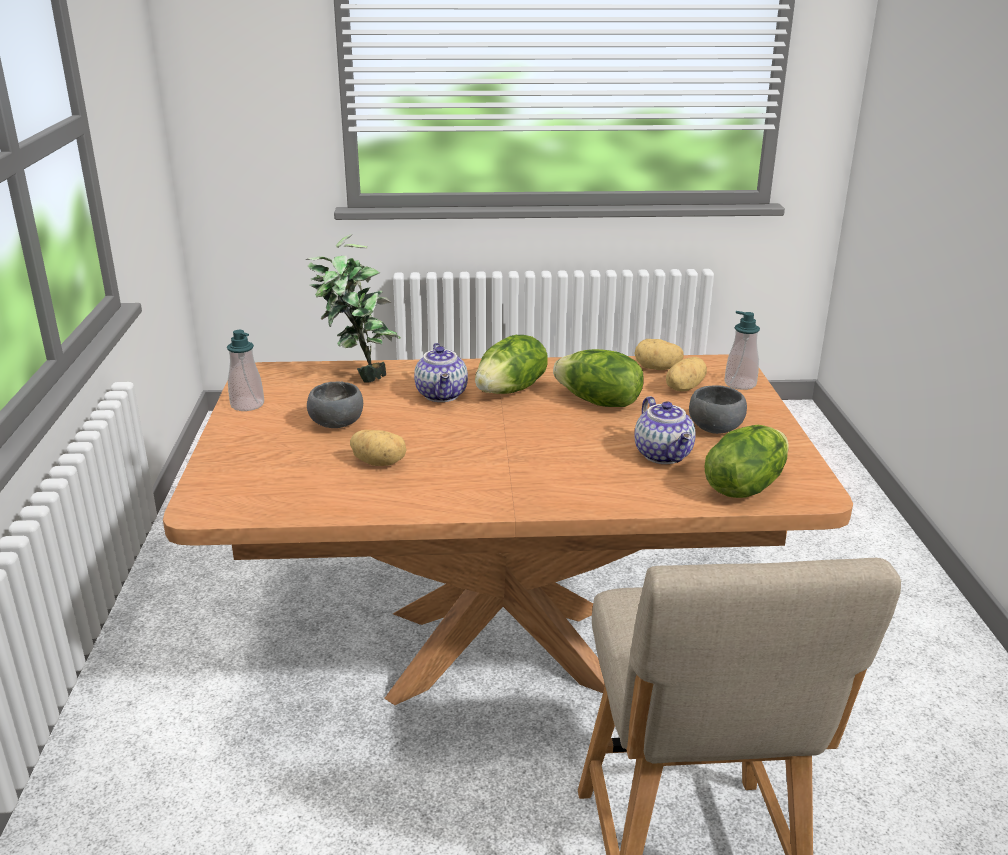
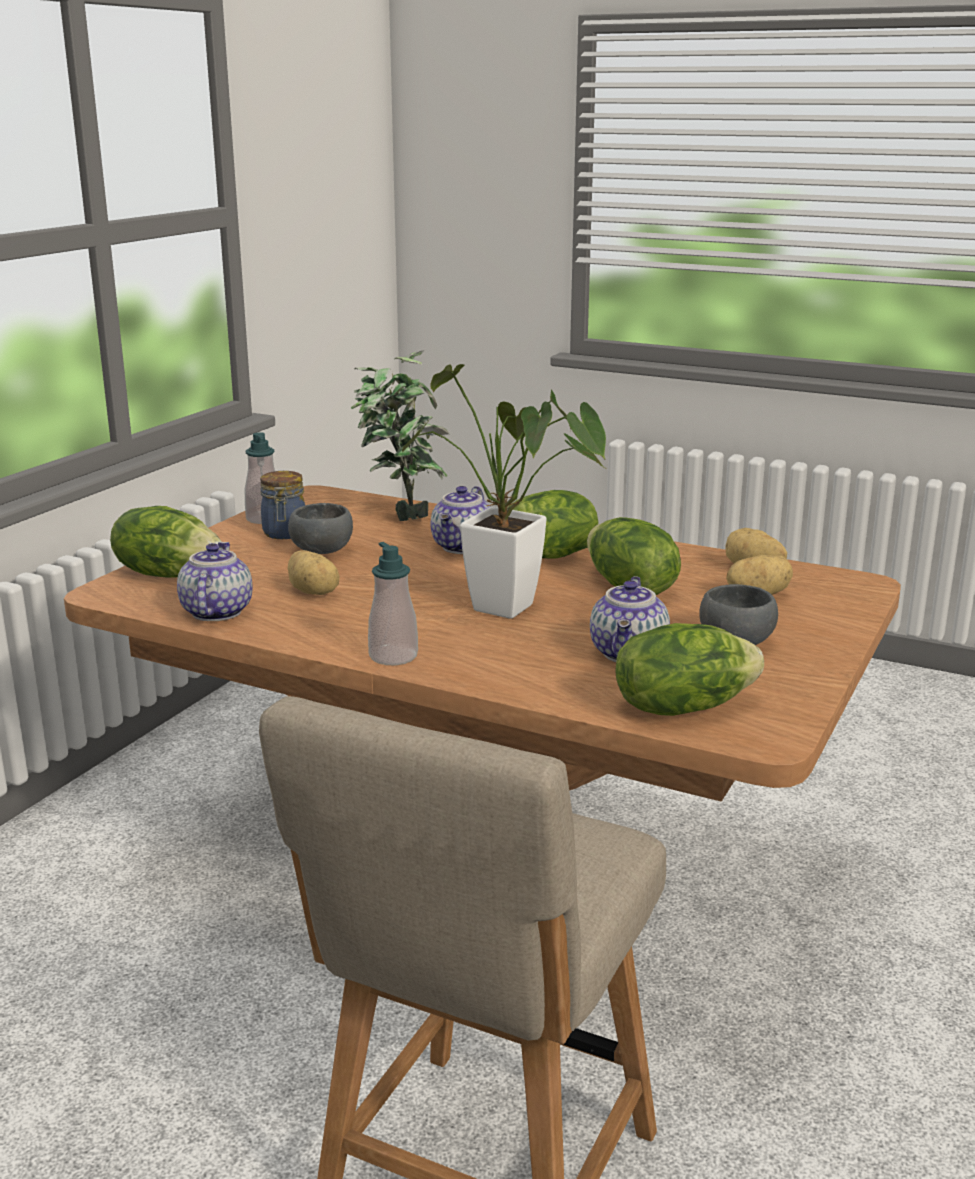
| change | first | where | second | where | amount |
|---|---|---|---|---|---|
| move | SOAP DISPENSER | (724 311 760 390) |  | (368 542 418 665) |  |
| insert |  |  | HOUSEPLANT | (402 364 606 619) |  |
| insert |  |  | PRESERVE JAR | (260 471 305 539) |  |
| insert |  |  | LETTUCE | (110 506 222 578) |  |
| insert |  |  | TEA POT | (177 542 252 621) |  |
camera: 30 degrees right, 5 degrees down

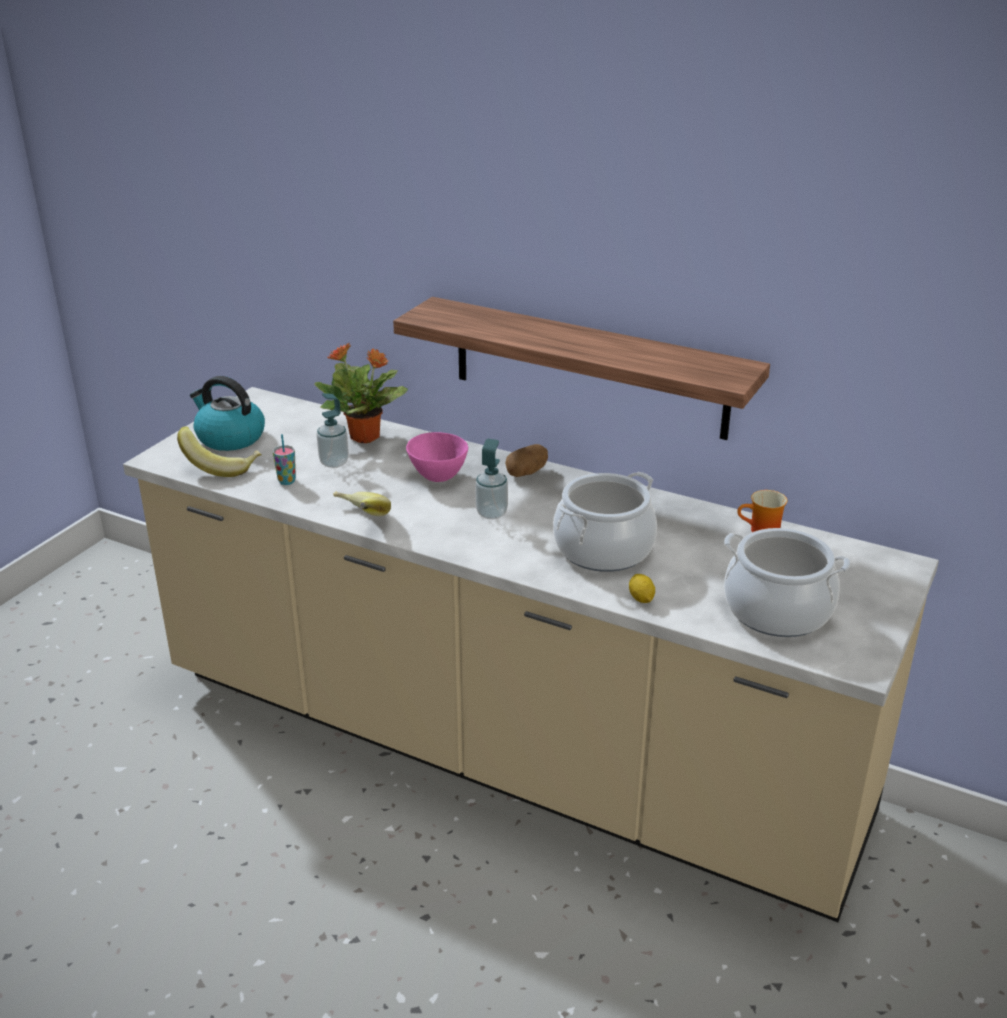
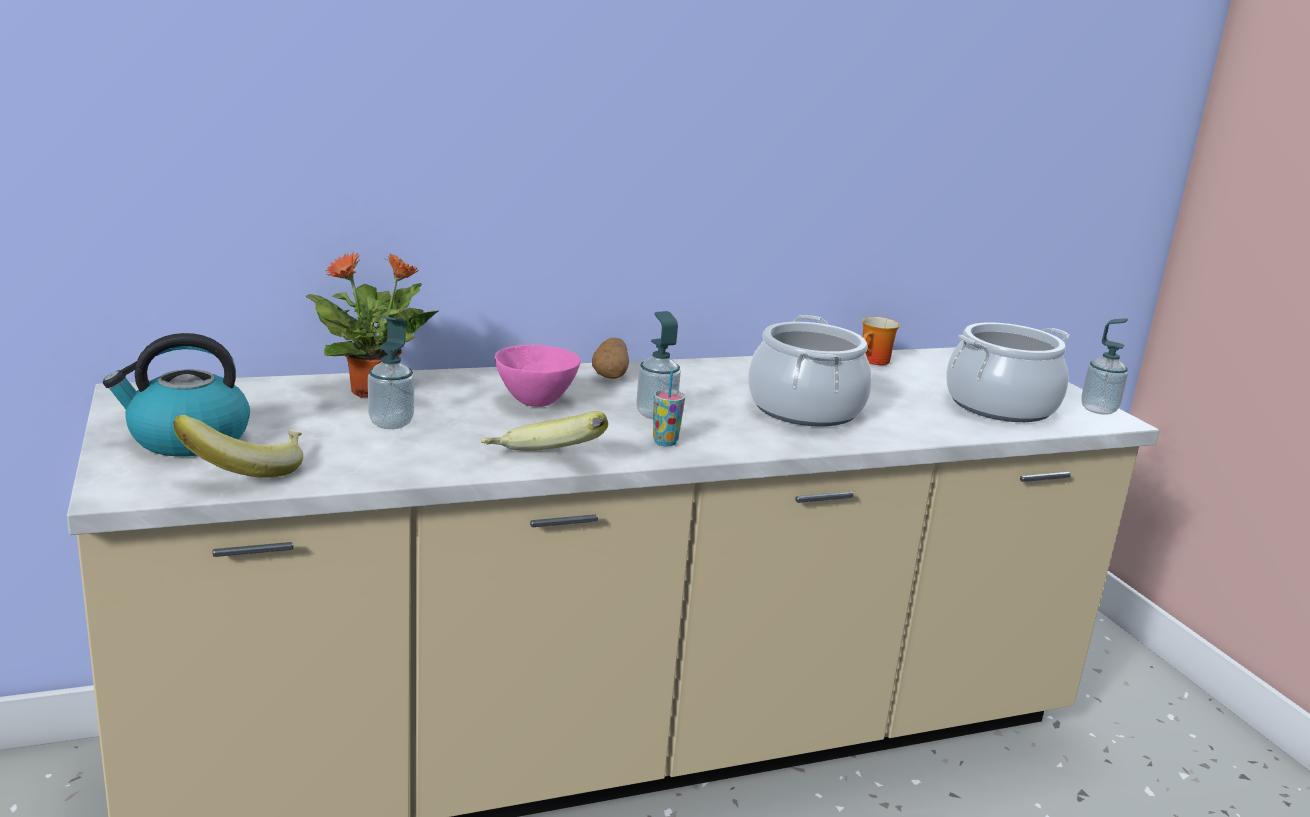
| change | first | where | second | where | amount |
|---|---|---|---|---|---|
| delete | SHELF | (393 297 770 440) |  |  |  |
| move | SMALL CUP | (273 434 296 485) |  | (653 371 685 447) |  |
| delete | CITRUS FRUIT | (629 574 655 603) |  |  |  |
| insert |  |  | SOAP DISPENSER | (1082 318 1128 415) |  |
camera: 50 degrees left, 10 degrees down

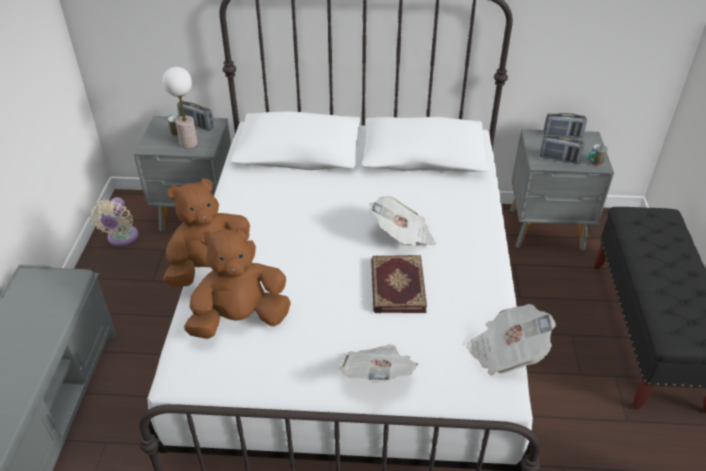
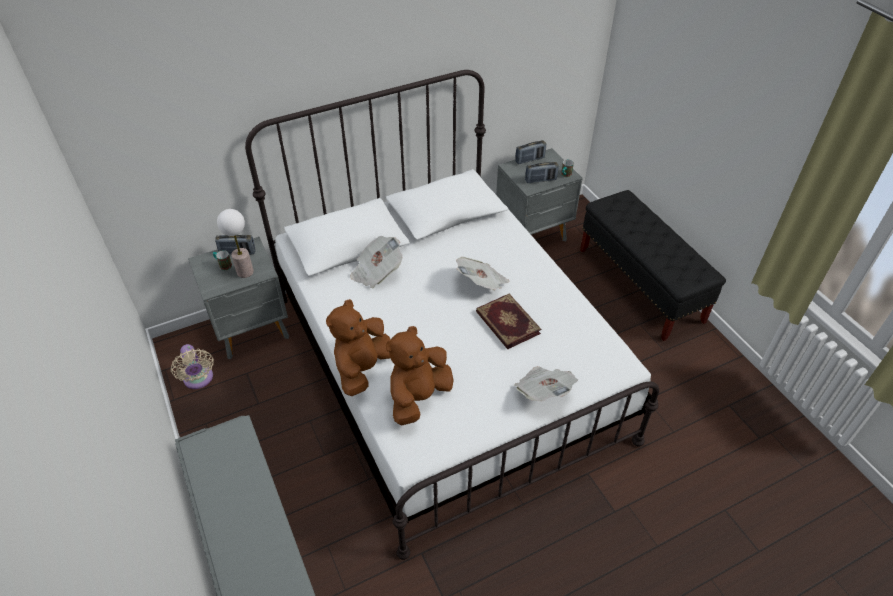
| change | first | where | second | where | amount |
|---|---|---|---|---|---|
| move | NEWSPAPER | (466 304 556 376) |  | (350 236 402 288) |  |
camera: 30 degrees left, 5 degrees up

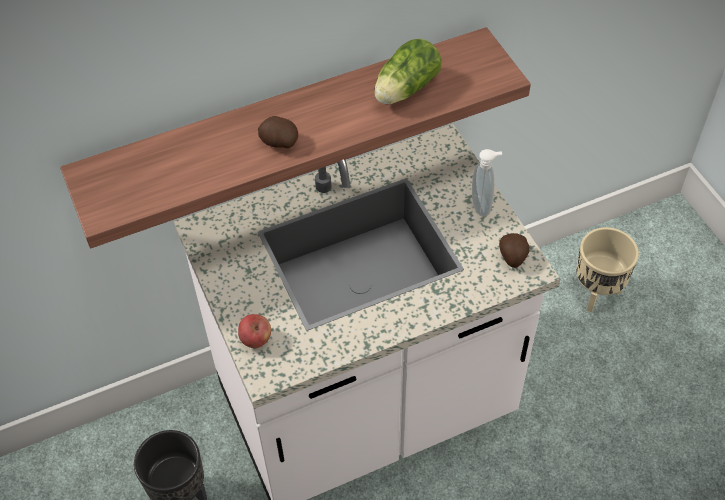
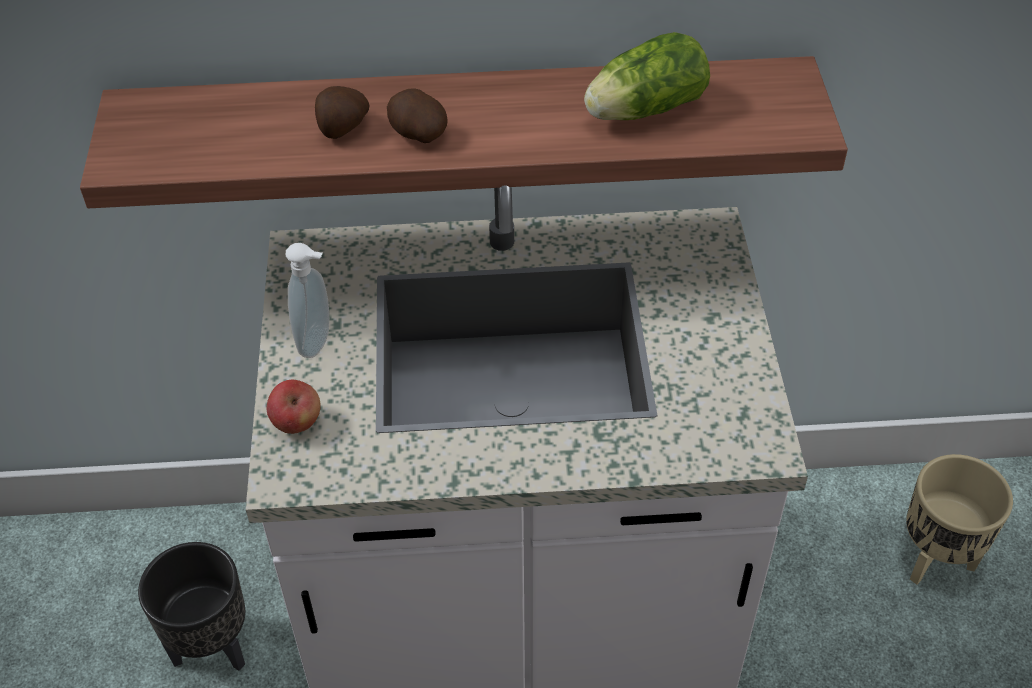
| change | first | where | second | where | amount |
|---|---|---|---|---|---|
| move | SOAP DISPENSER | (472 149 502 217) |  | (286 243 329 358) |  |
| move | WHOLE POTATO | (499 233 529 268) |  | (315 86 369 139) |  |
camera: 20 degrees right, 5 degrees down

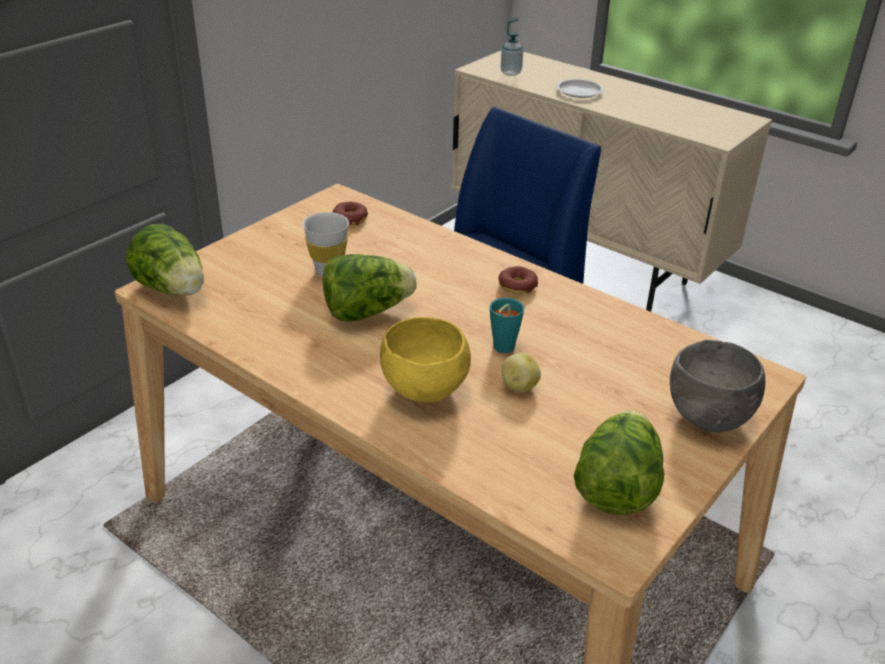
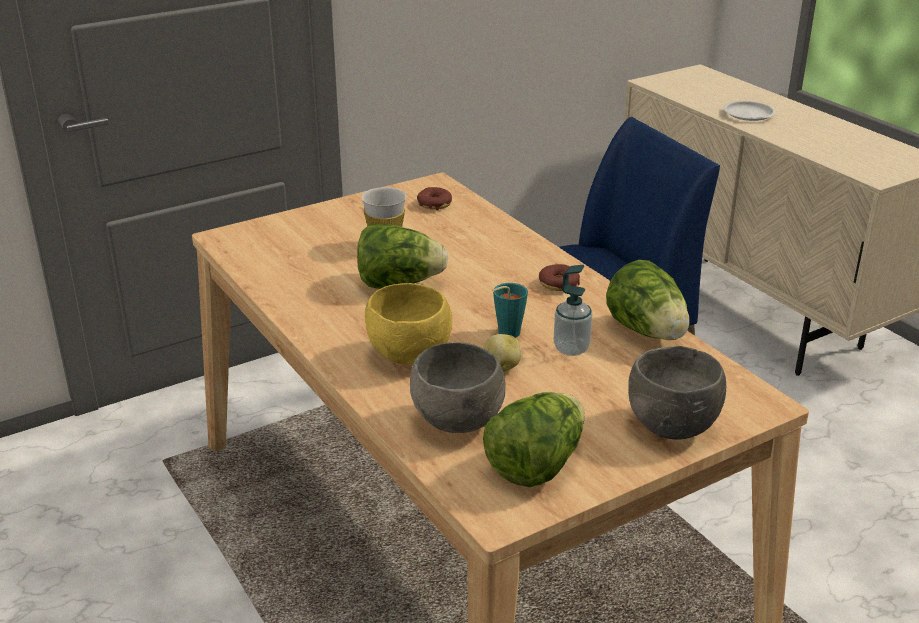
| change | first | where | second | where | amount |
|---|---|---|---|---|---|
| move | SOAP DISPENSER | (501 17 524 76) |  | (554 265 592 356) |  |
| move | LETTUCE | (126 224 204 296) |  | (606 260 690 340) |  |
| insert |  |  | GREY SERVING BOWL | (410 342 506 433) |  |
camera: 20 degrees right, 5 degrees down

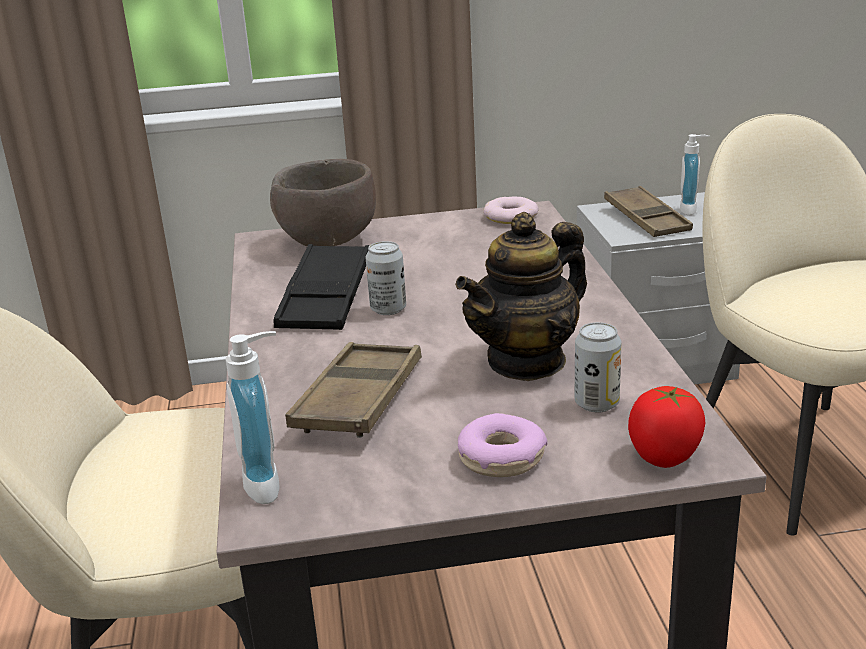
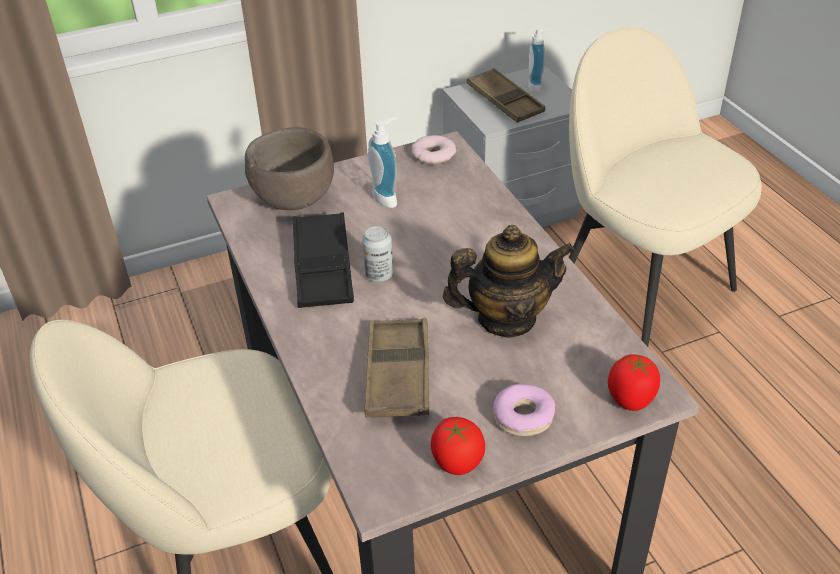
| change | first | where | second | where | amount |
|---|---|---|---|---|---|
| rotate | TEA POT | (455 212 587 381) |  | (443 225 575 338) | 135 degrees counterclockwise |
| delete | SEALED CAN | (575 322 621 413) |  |  |  |
| move | SOAP DISPENSER | (226 331 280 504) |  | (368 117 397 208) |  |
| insert |  |  | FRESH TOMATO | (431 417 485 475) |  |
camera: 15 degrees left, 15 degrees up

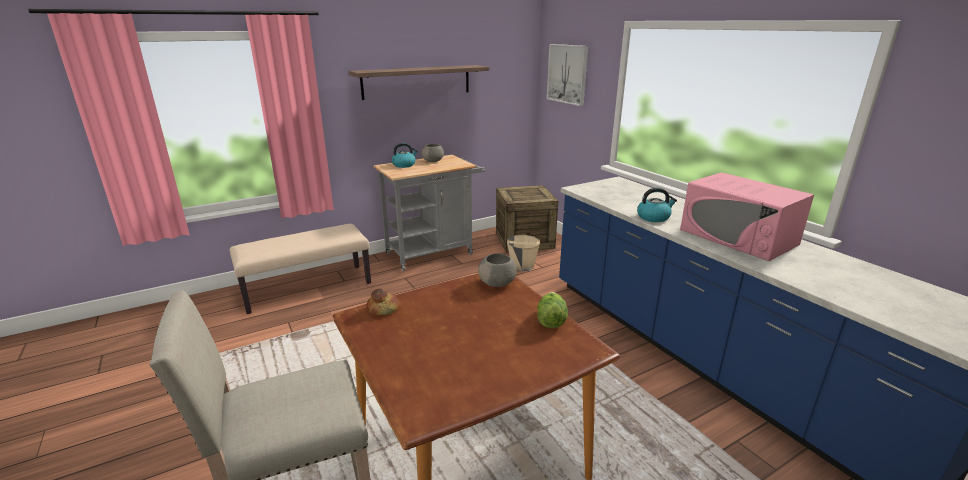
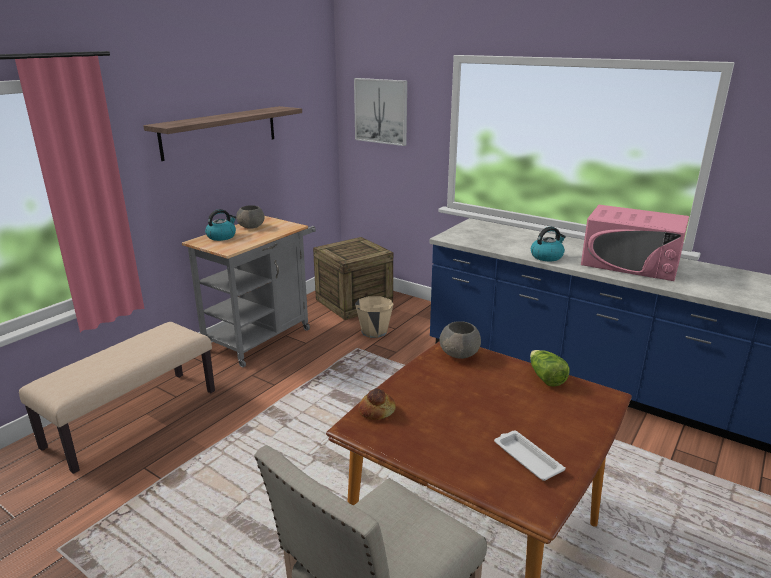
| change | first | where | second | where | amount |
|---|---|---|---|---|---|
| insert |  |  | WHITE-COLOURED SERVING TRAY | (494 430 566 481) |  |
camera: 25 degrees left, 0 degrees up

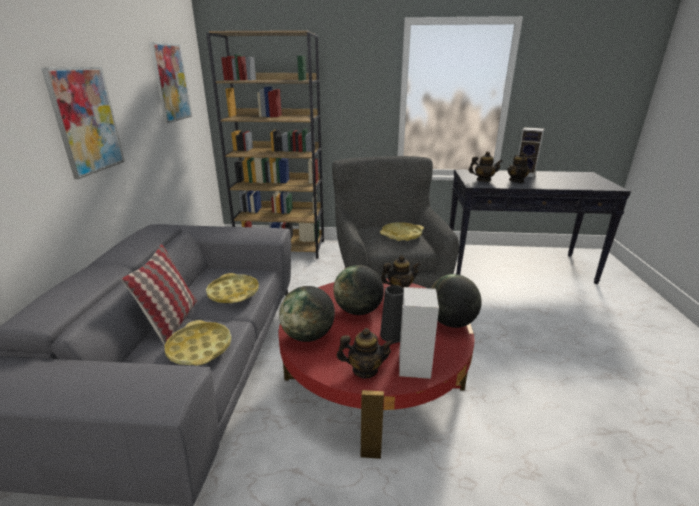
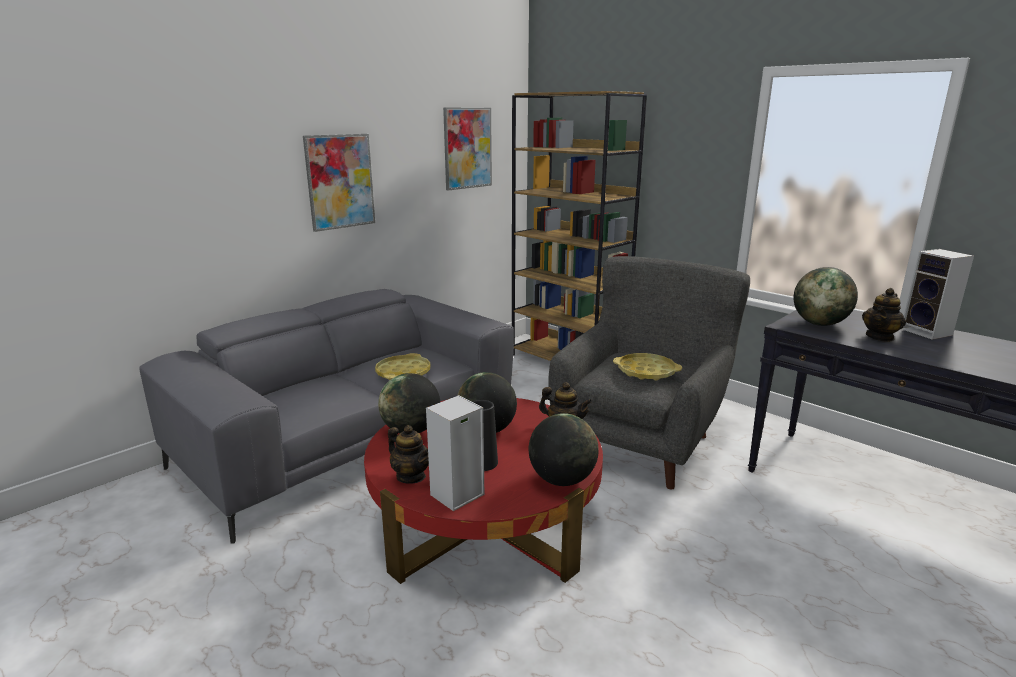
| change | first | where | second | where | amount |
|---|---|---|---|---|---|
| replace | TEA POT | (469 151 503 182) | GLOBE | (794 267 858 326) |  |
| delete | PILLOW | (121 244 197 345) |  |  |  |
| delete | YELLOWISH SERVING TRAY | (165 320 231 366) |  |  |  |
camera: 40 degrees right, 5 degrees down

